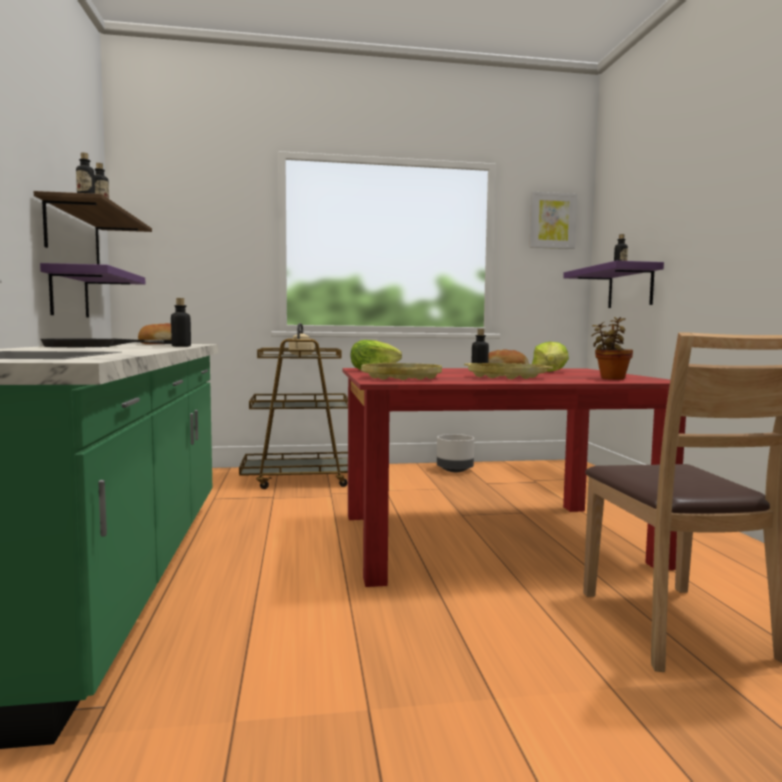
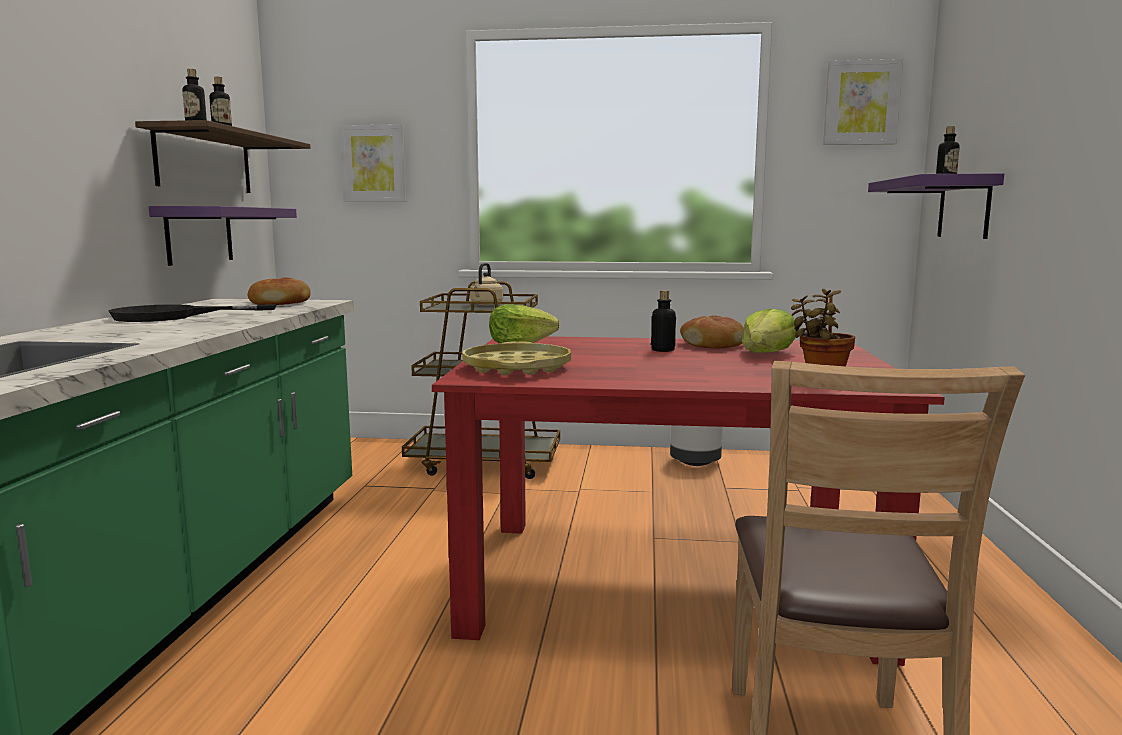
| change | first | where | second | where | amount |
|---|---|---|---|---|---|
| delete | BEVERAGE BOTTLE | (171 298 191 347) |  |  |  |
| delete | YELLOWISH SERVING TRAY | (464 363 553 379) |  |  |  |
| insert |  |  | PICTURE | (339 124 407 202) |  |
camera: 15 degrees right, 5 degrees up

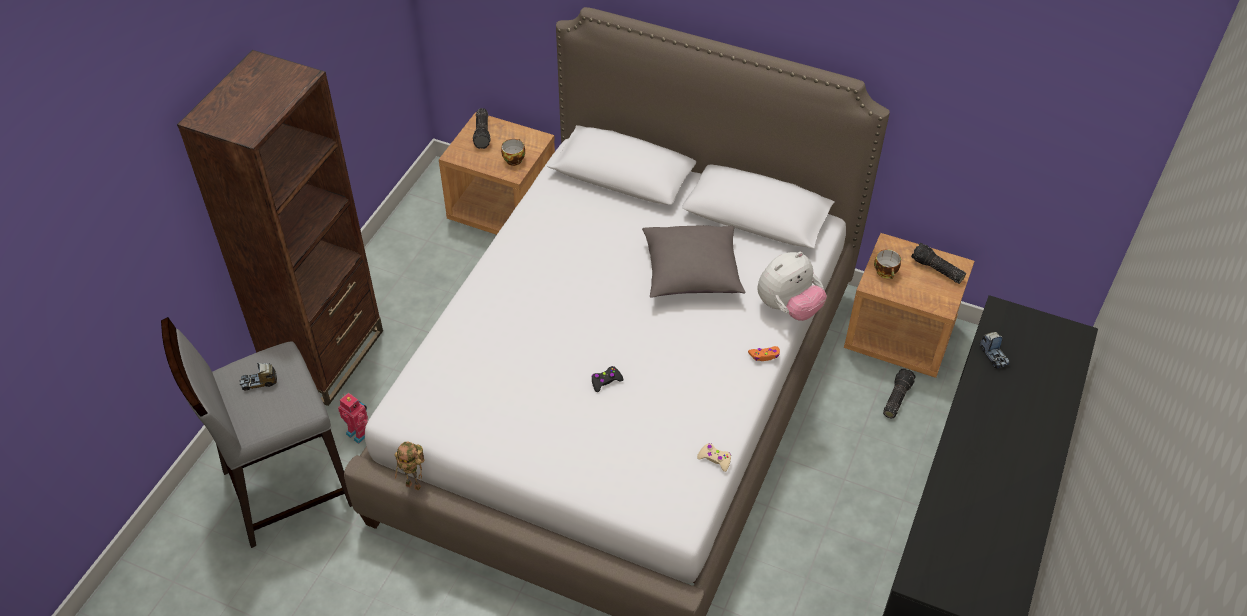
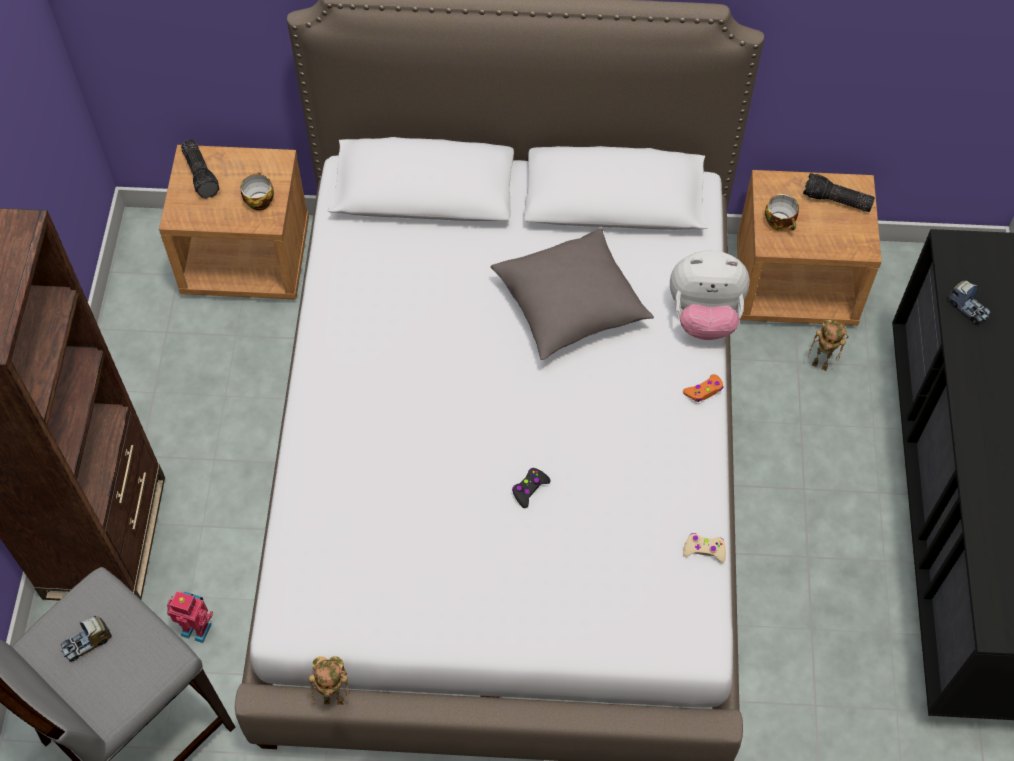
| change | first | where | second | where | amount |
|---|---|---|---|---|---|
| rotate | PLUSH TOY | (757 251 827 321) |  | (670 250 750 340) | 60 degrees clockwise |
| replace | FLASHLIGHT | (883 368 916 418) | MODEL ROBOT | (808 320 849 371) |  |
camera: 20 degrees left, 10 degrees up

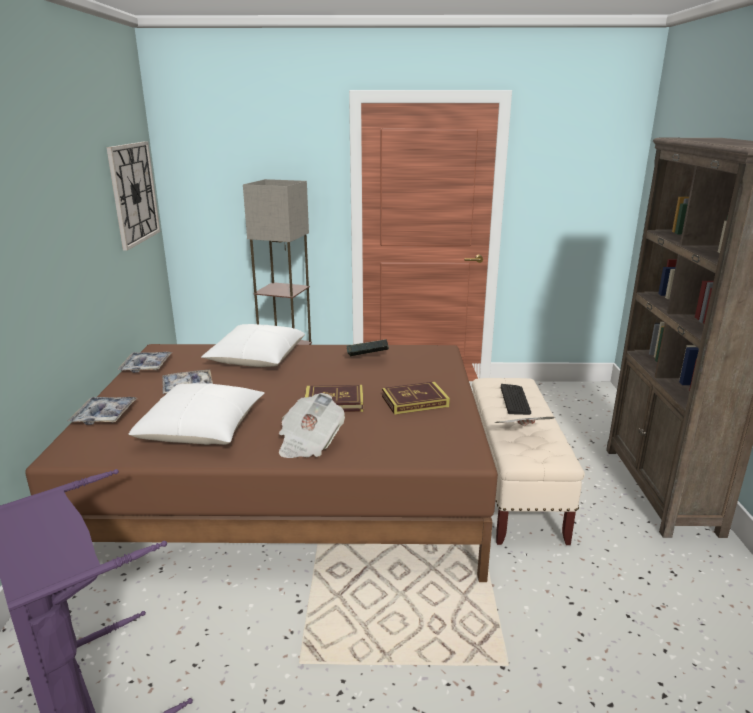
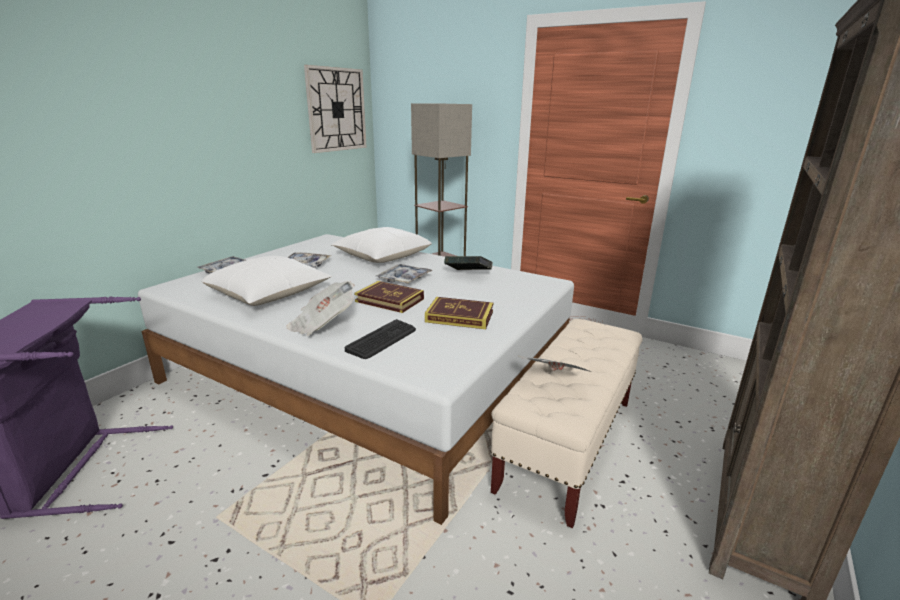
| change | first | where | second | where | amount |
|---|---|---|---|---|---|
| recolor | BROWN-COLOURED BEDROOM BED | (25 344 498 582) | WHITE-COLOURED BEDROOM BED | (138 234 574 525) |  |
| move | SERVING TRAY | (117 352 172 373) |  | (376 264 433 284) |  |
| move | KEYBOARD | (501 384 531 415) |  | (345 319 416 359) |  |
camera: 30 degrees right, 0 degrees up

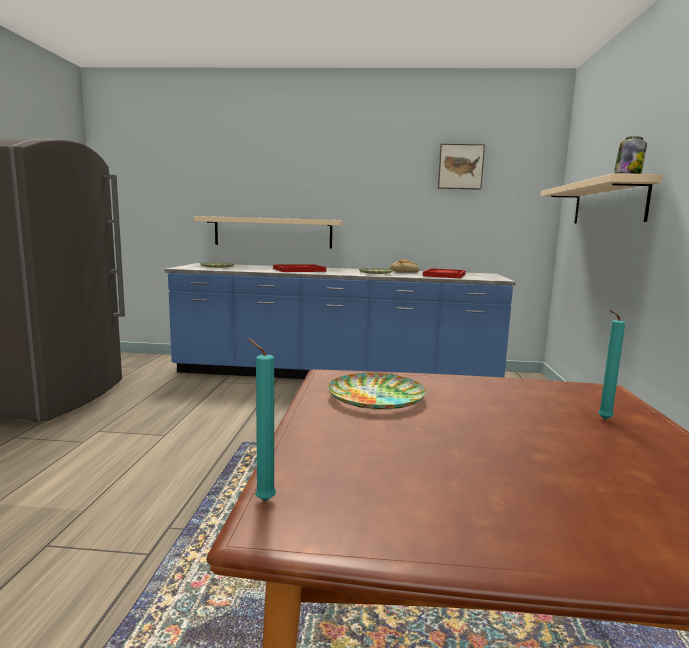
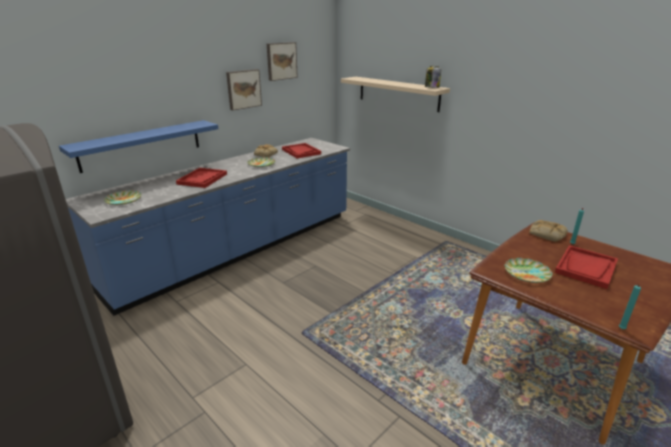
| change | first | where | second | where | amount |
|---|---|---|---|---|---|
| recolor | BEIGE SHELF | (194 216 343 248) | BLUE-COLOURED SHELF | (59 120 218 173) |  |
| insert |  |  | PICTURE | (226 69 262 110) |  |
| insert |  |  | BAKED BREAD | (529 220 568 242) |  |
| insert |  |  | RED SERVING TRAY | (555 245 618 289) |  |
camera: 50 degrees left, 15 degrees up

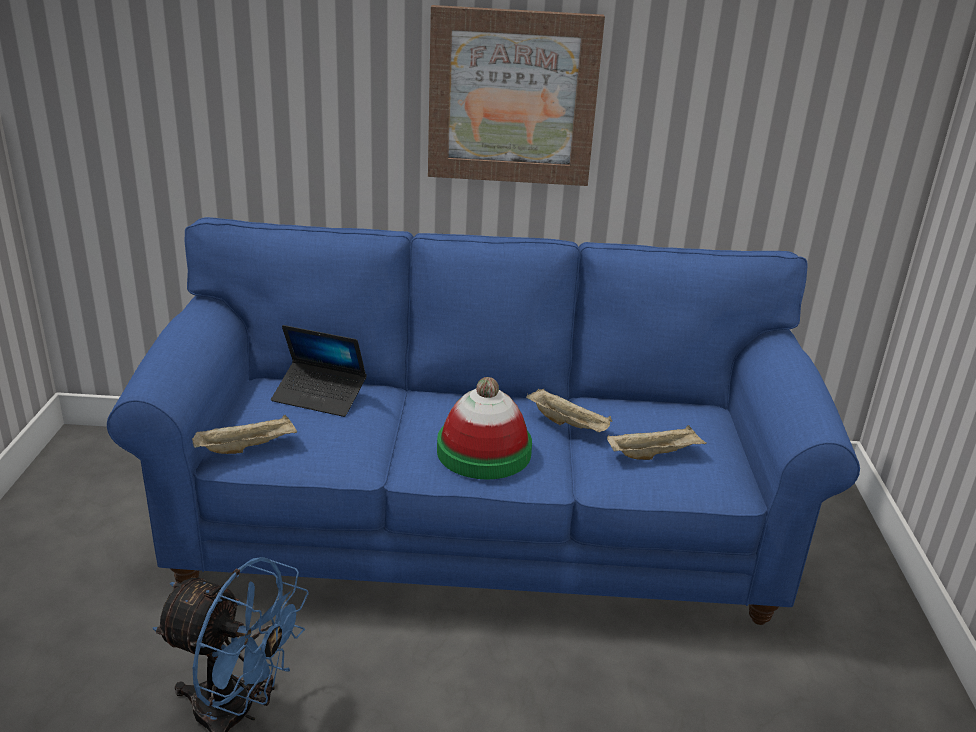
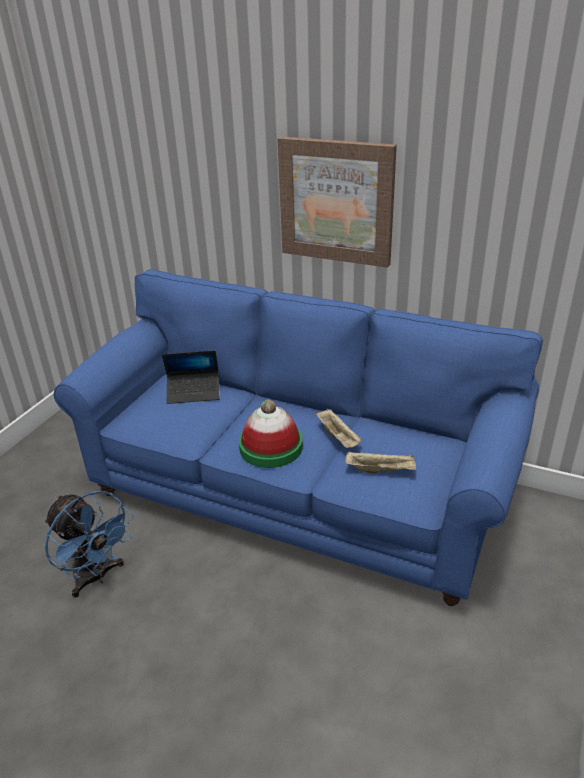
| change | first | where | second | where | amount |
|---|---|---|---|---|---|
| rotate | NOTEBOOK COMPUTER | (271 325 367 417) |  | (162 350 220 404) | 45 degrees counterclockwise |
| delete | BEIGE SERVING TRAY | (192 415 297 454) |  |  |  |
camera: 25 degrees right, 5 degrees up

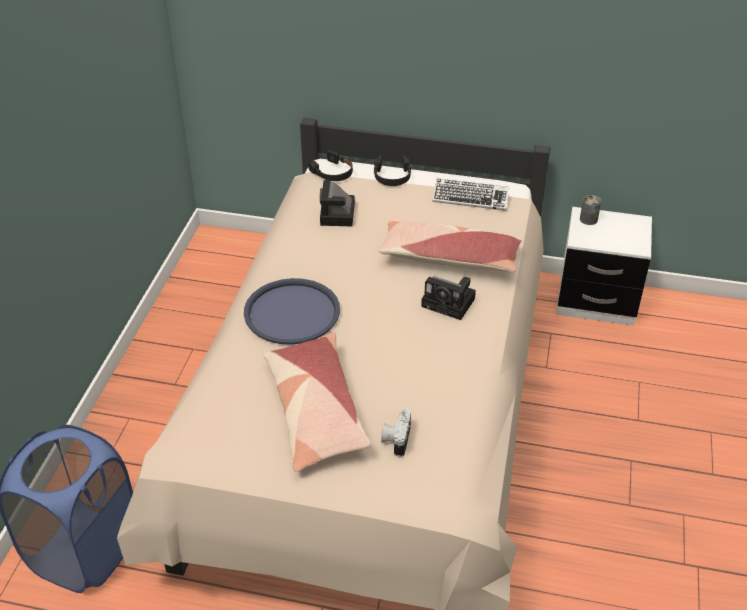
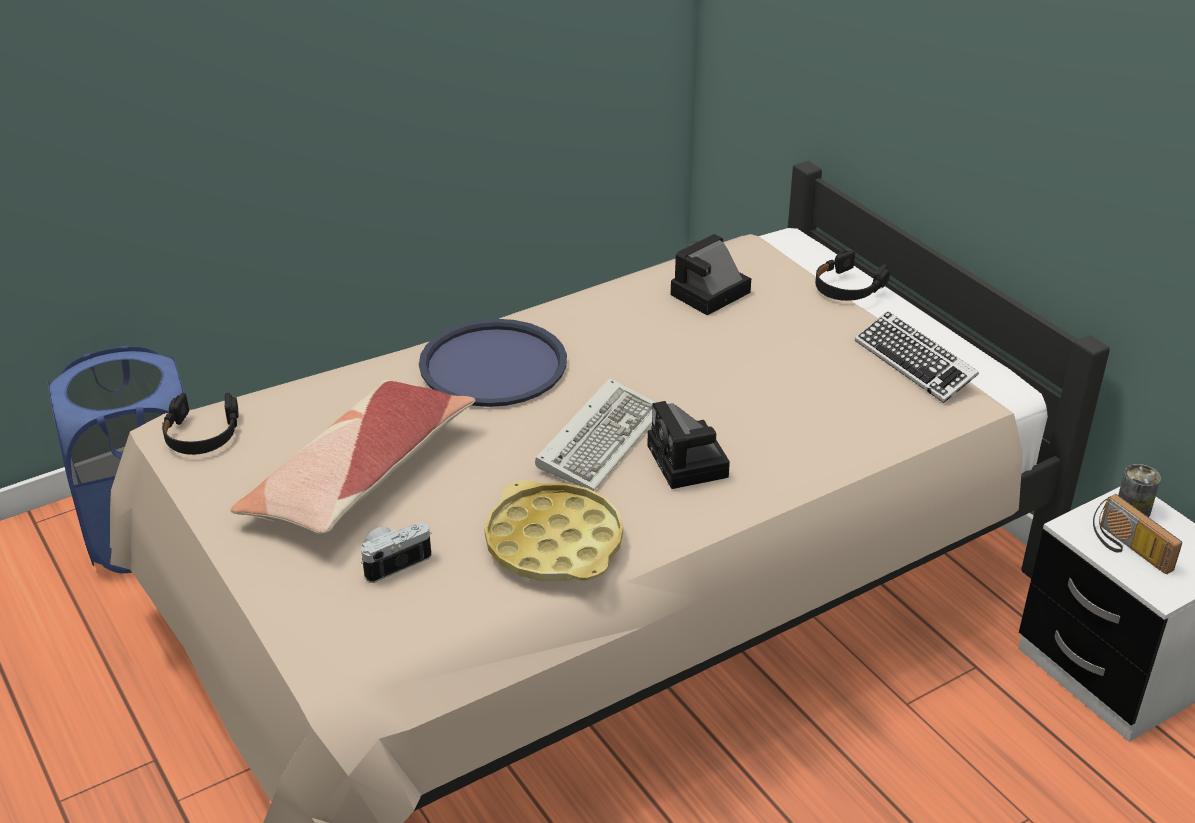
| change | first | where | second | where | amount |
|---|---|---|---|---|---|
| move | BLACK-COLOURED PAIR OF HEADPHONES | (308 150 353 181) |  | (162 393 238 455) |  |
| delete | PILLOW | (378 221 522 272) |  |  |  |
| insert |  |  | KEYBOARD | (535 378 656 491) |  |
| insert |  |  | YELLOWISH SERVING TRAY | (484 480 623 581) |  |
| insert |  |  | RADIO | (1093 494 1182 574) |  |
camera: 45 degrees right, 5 degrees down

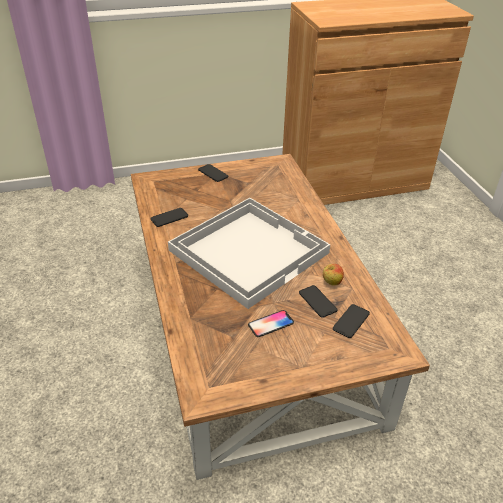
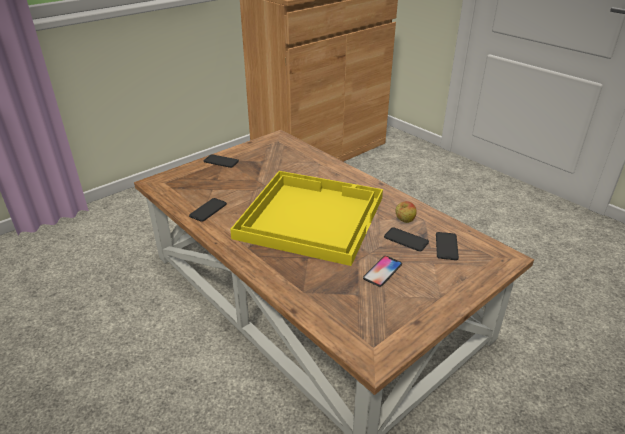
| change | first | where | second | where | amount |
|---|---|---|---|---|---|
| recolor | WHITE-COLOURED SERVING TRAY | (168 198 330 309) | YELLOWISH SERVING TRAY | (230 171 383 266) |  |
camera: 25 degrees left, 5 degrees down

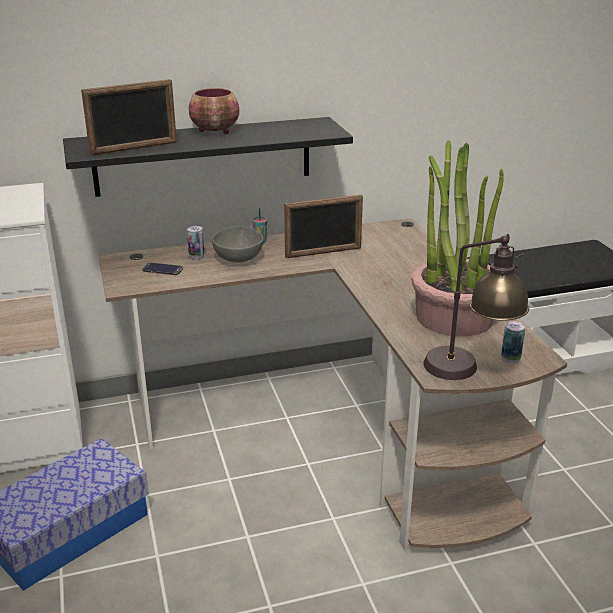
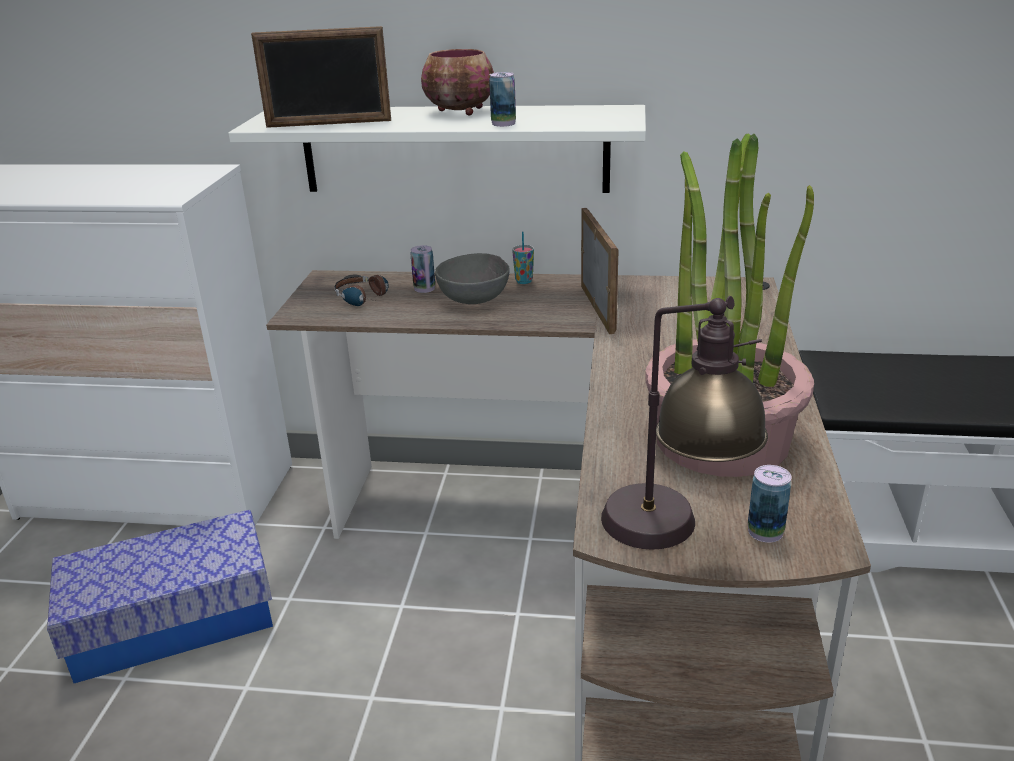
| change | first | where | second | where | amount |
|---|---|---|---|---|---|
| recolor | BLACK-COLOURED SHELF | (63 117 353 197) | WHITE-COLOURED SHELF | (228 105 646 193) |  |
| rotate | PICTURE FRAME | (284 195 363 258) |  | (581 208 619 334) | 105 degrees counterclockwise |
| replace | PHONE | (142 263 183 275) | PAIR OF HEADPHONES | (334 275 389 306) |  |
| insert |  |  | SEALED CAN | (489 72 516 127) |  |
camera: 25 degrees right, 0 degrees up

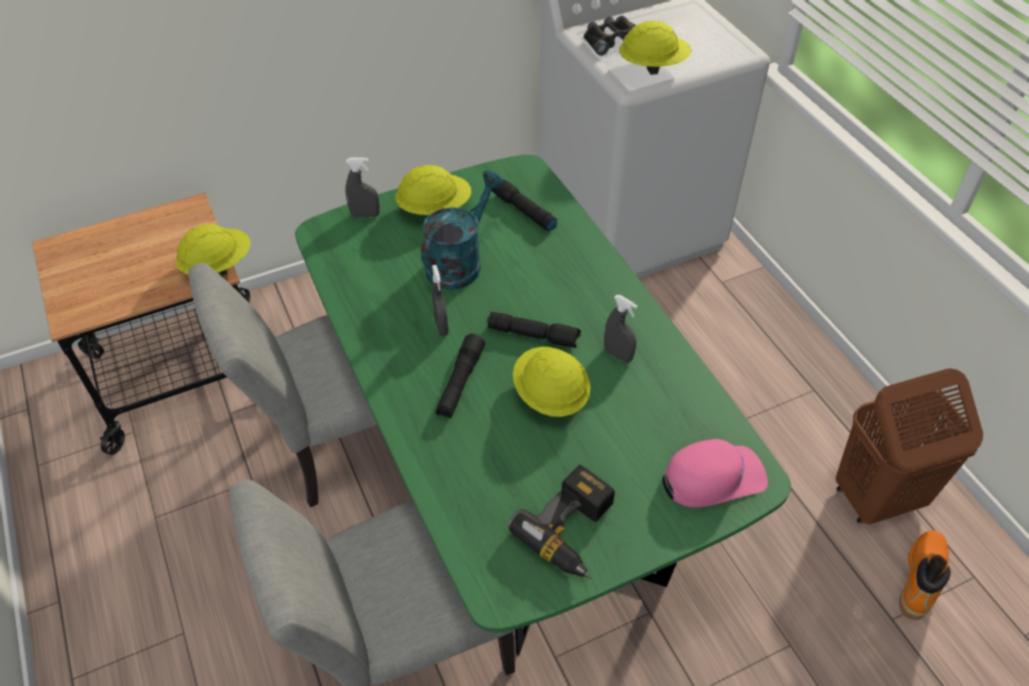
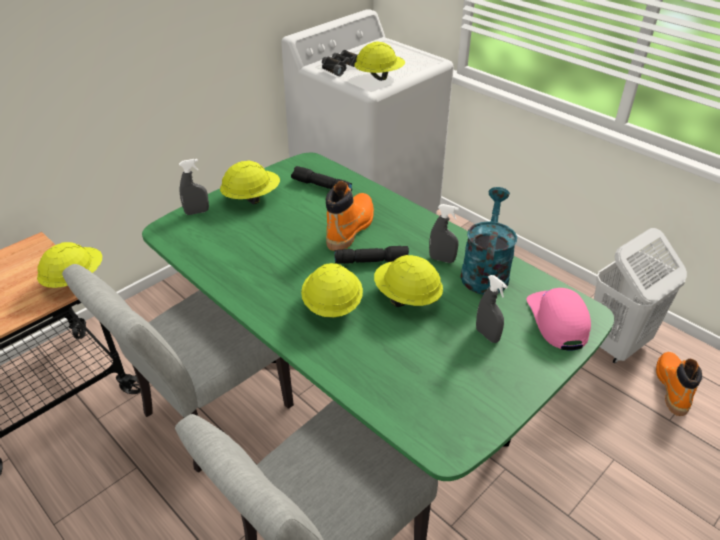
| change | first | where | second | where | amount |
|---|---|---|---|---|---|
| move | TURQUOISE-COLOURED SPRINKLING CAN | (421 170 505 290) |  | (460 187 517 295) |  |
| move | GREY HAND SPRAYER | (432 265 449 336) |  | (476 275 508 343) |  |
| replace | BLACK-COLOURED FLASHLIGHT | (435 334 485 418) | YELLOWISH WORK HELMET | (301 263 363 318) |  |
| recolor | BROWN-COLOURED HAMPER | (836 368 983 525) | WHITE-COLOURED HAMPER | (594 228 687 364) |  |
| rotate | PINK-COLOURED BASEBALL CAP | (662 439 768 508) |  | (527 288 591 350) | 60 degrees counterclockwise |
| delete | DRILL | (508 465 615 578) |  |  |  |
| insert |  |  | ORANGE BOOT | (326 181 374 251) |  |
camera: 20 degrees left, 10 degrees down

